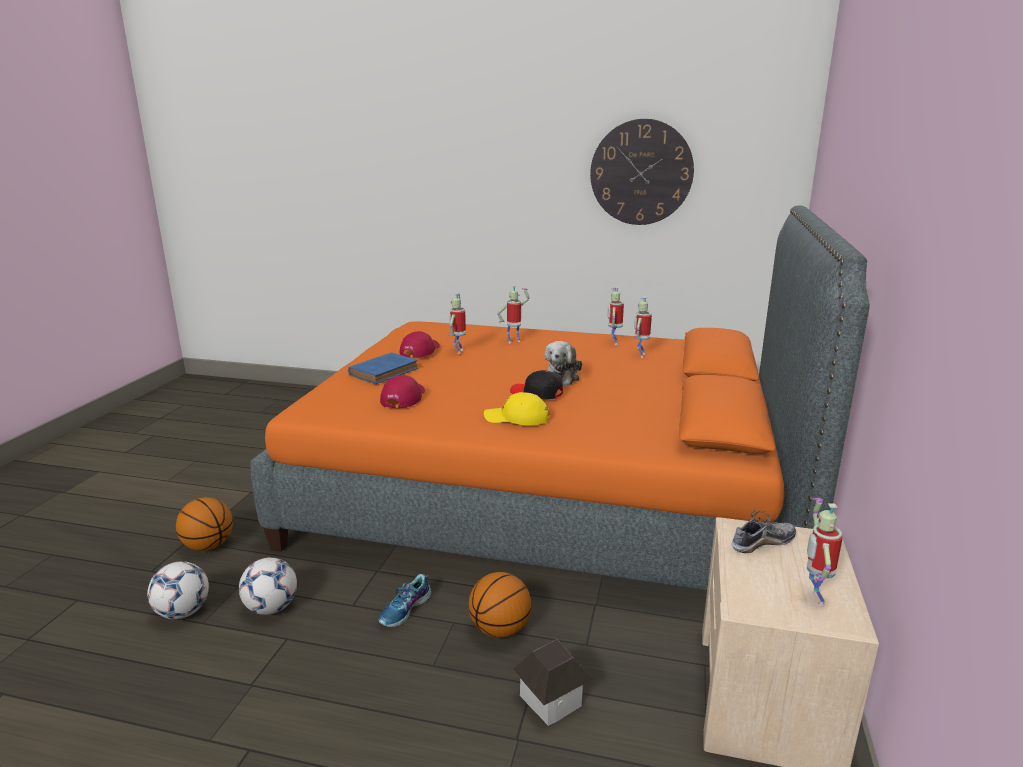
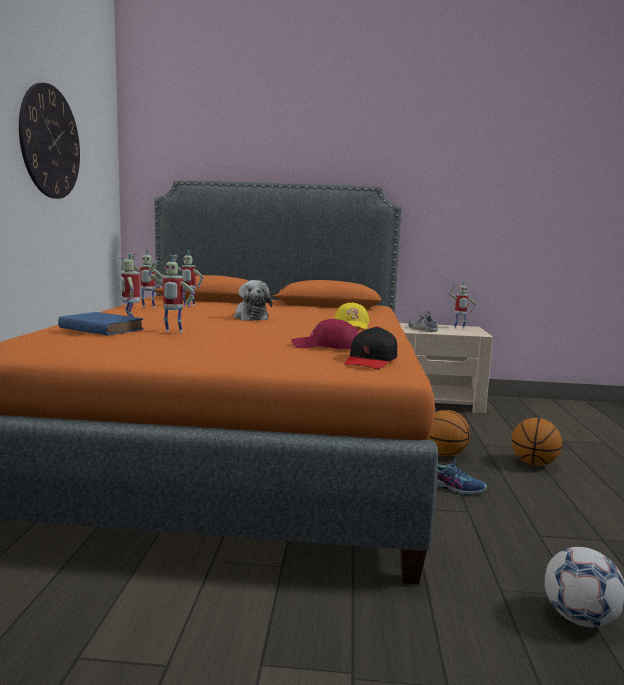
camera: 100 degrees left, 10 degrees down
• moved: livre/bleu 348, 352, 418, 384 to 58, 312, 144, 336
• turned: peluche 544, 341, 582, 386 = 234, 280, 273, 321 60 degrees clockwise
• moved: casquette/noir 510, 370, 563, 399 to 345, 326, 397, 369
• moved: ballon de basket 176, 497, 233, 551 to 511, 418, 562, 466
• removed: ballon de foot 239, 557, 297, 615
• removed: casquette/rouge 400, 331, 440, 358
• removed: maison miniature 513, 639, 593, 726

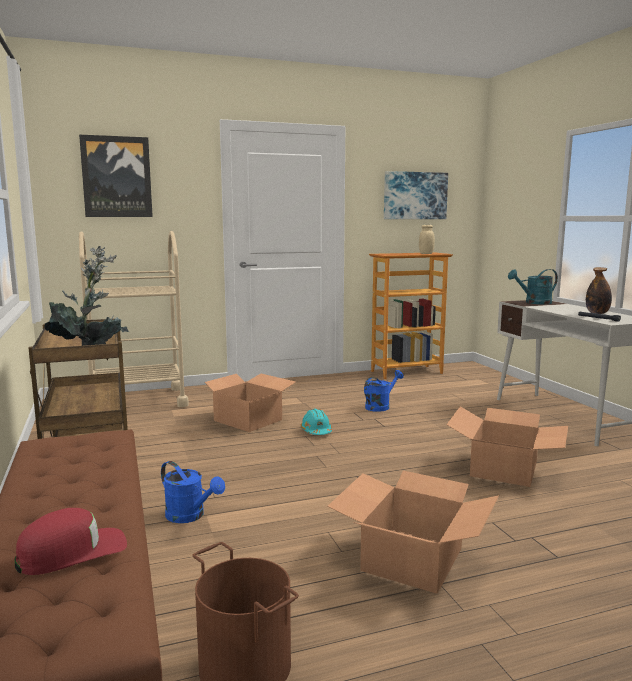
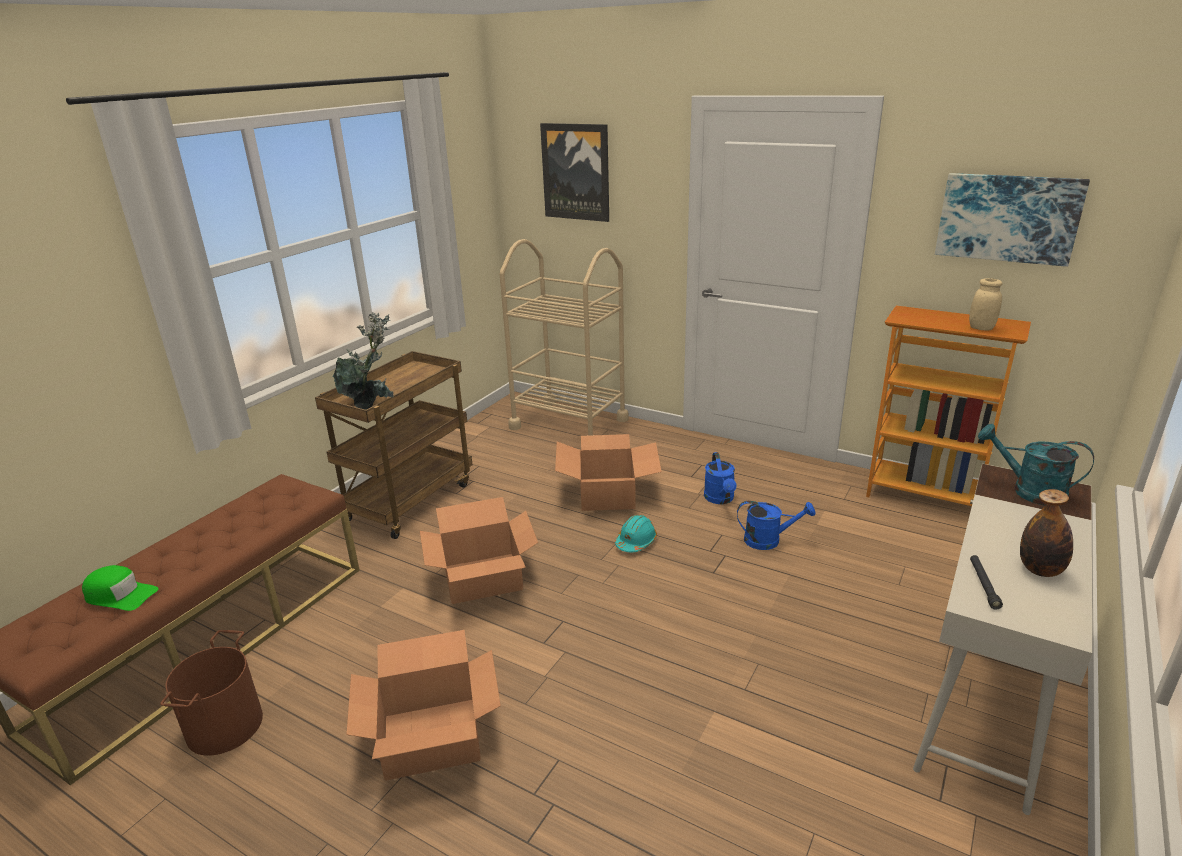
camera: 50 degrees right, 15 degrees up
• recoloured: casquette/rouge 15, 508, 127, 575 to casquette/vert 82, 565, 159, 611
• moved: carton 447, 406, 568, 487 to 420, 497, 538, 604
• moved: arrosoir/bleu 161, 461, 225, 523 to 704, 452, 737, 504

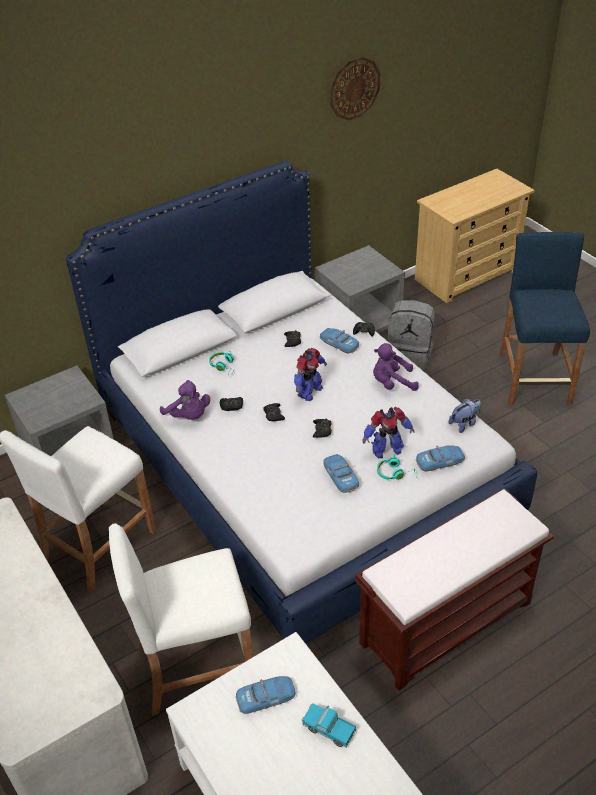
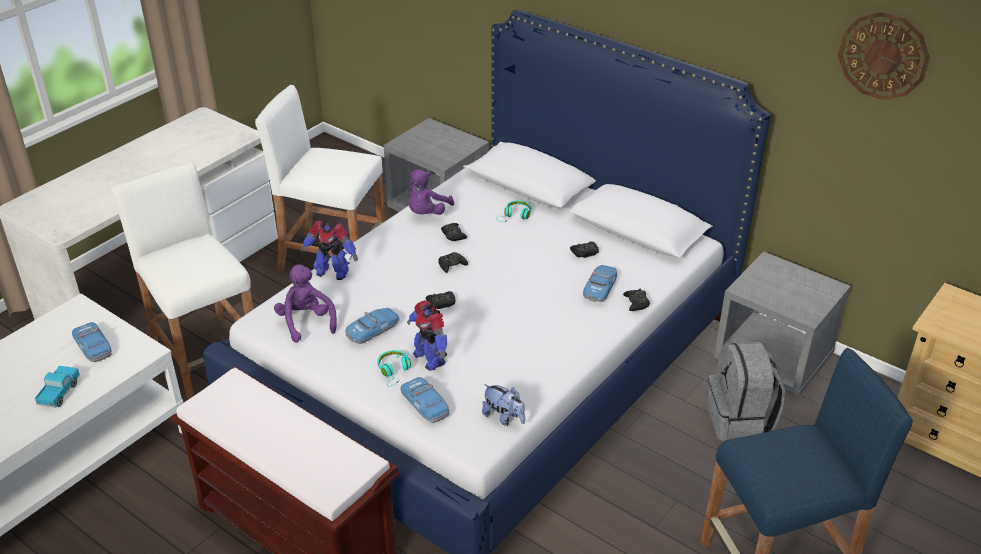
camera: 70 degrees right, 5 degrees down
• moved: peluche/violet 373, 343, 419, 391 to 274, 265, 337, 343
• moved: robot jouet 294, 348, 327, 401 to 301, 220, 358, 280

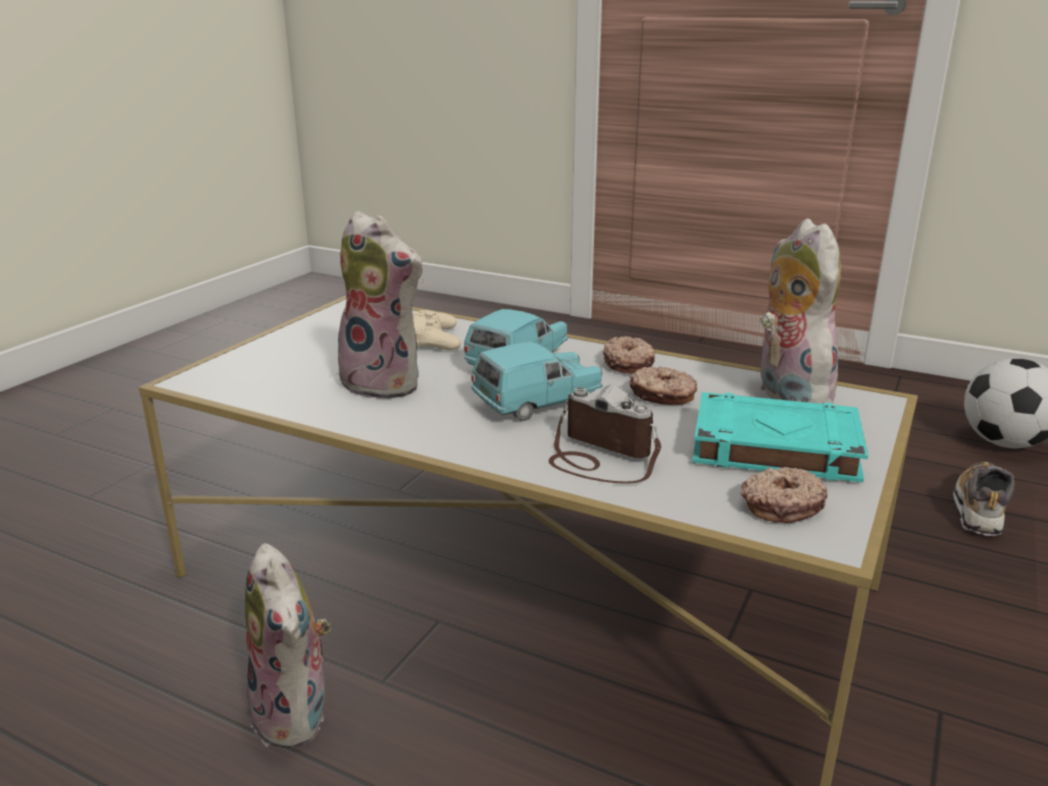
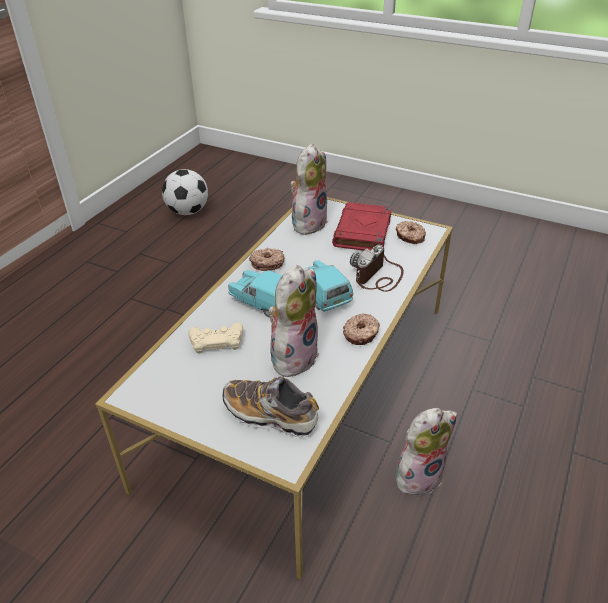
camera: 90 degrees left, 15 degrees up
• moved: chaussure 953, 462, 1015, 536 to 223, 376, 319, 437
• turned: peluche 758, 219, 841, 404 = 290, 144, 328, 235 135 degrees clockwise
• recoloured: livre/turquoise 692, 392, 868, 482 to livre/rouge 332, 202, 392, 251
• moved: beignet 629, 366, 697, 405 to 343, 314, 380, 345

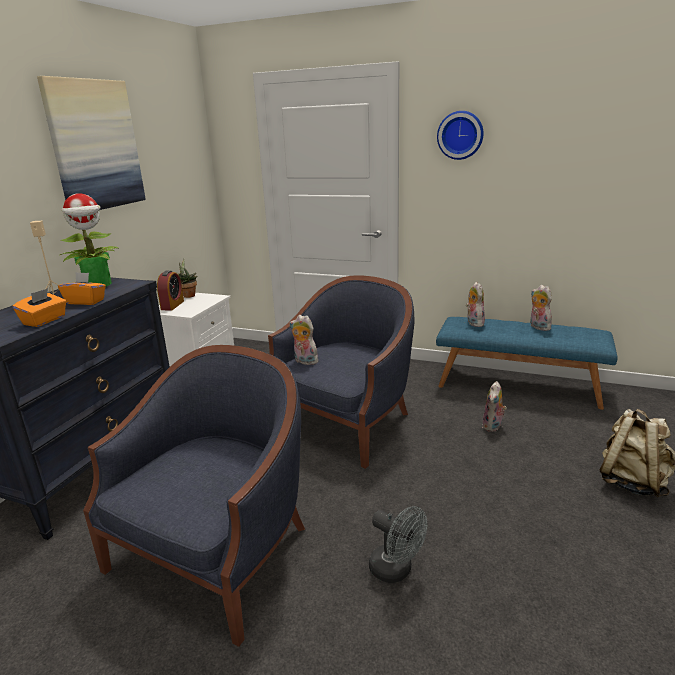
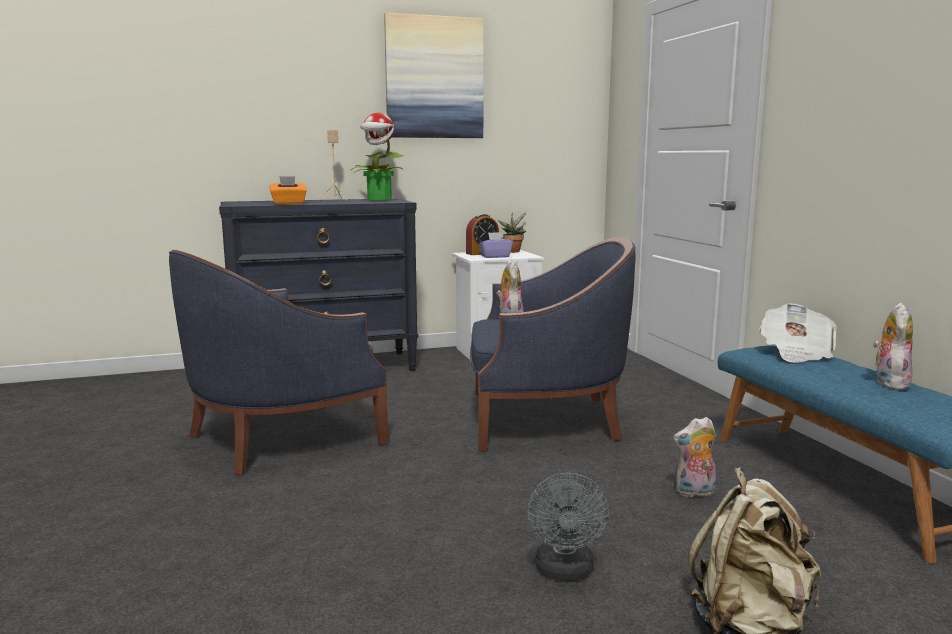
camera: 50 degrees right, 10 degrees down
• turned: fauteuil/bleu 83, 345, 305, 647 = 169, 250, 388, 475 150 degrees clockwise
• added: boîte à mouchoirs/violet 479, 232, 513, 258
• moved: ventilateur/gris 369, 506, 427, 583 to 528, 473, 609, 581
• replaced: peluche 466, 282, 485, 327 to journal 759, 303, 837, 363
• removed: boîte à mouchoirs/orange 58, 272, 106, 305
• removed: horloge murale 437, 111, 484, 160

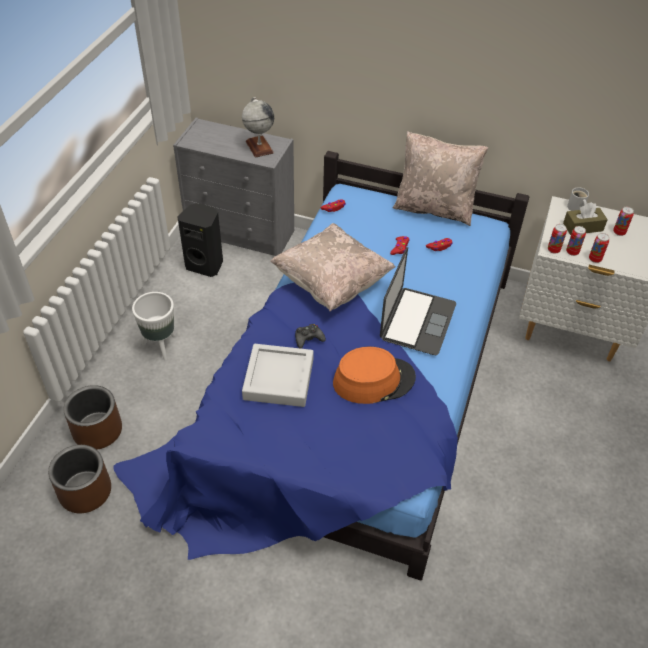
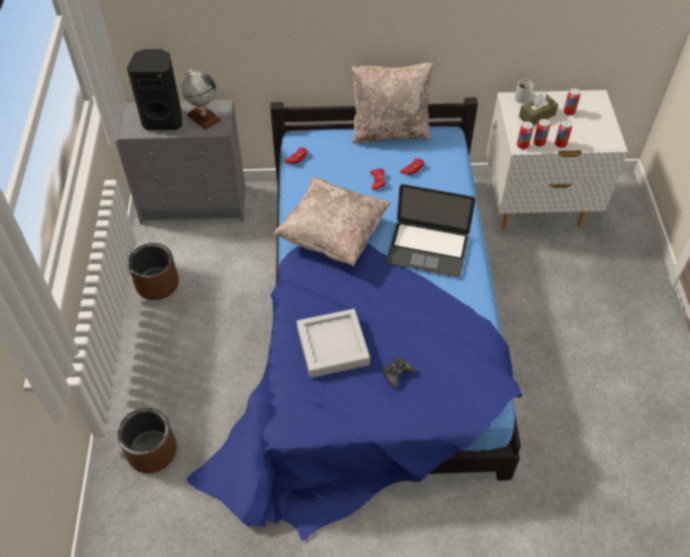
camera: 20 degrees left, 5 degrees up
• moved: enceinte/noir 177, 203, 223, 277 to 127, 49, 182, 130
• moved: cache-pot/marron 48, 445, 111, 513 to 128, 243, 179, 300
• moved: manette/noir 295, 324, 326, 348 to 383, 358, 415, 389
• turned: ordinateur portable 380, 247, 456, 355 = 386, 184, 475, 277 105 degrees clockwise
• removed: cache-pot/blanc 132, 292, 175, 360
• removed: chapeau/orange 333, 347, 416, 404

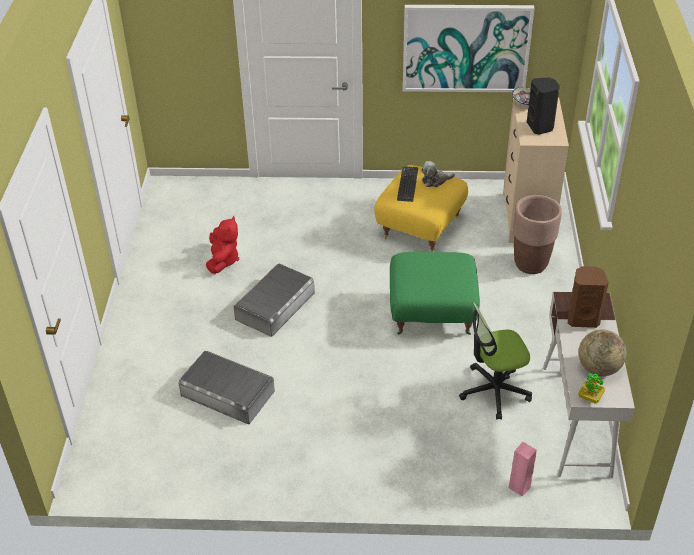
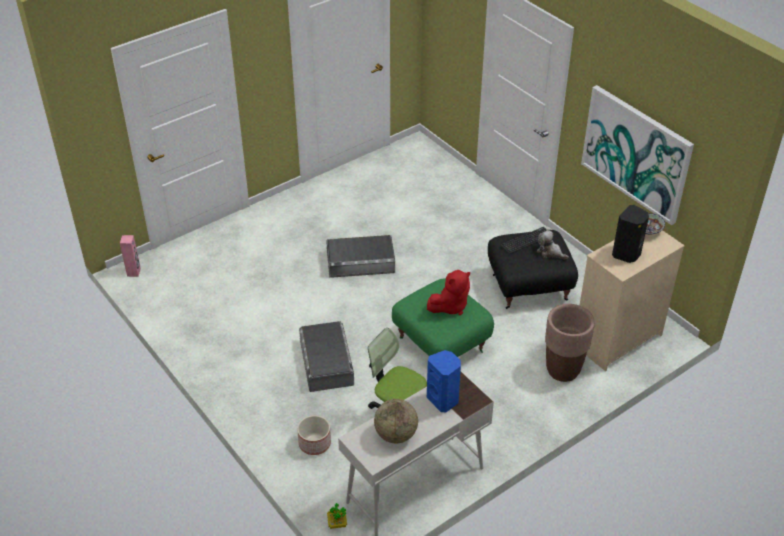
camera: 50 degrees right, 0 degrees up
• moved: enceinte/rose 509, 442, 537, 497 to 120, 235, 141, 277
• added: cache-pot 297, 415, 331, 455
• moved: boîte de rangement/gris 178, 351, 275, 424 to 299, 321, 354, 392
• moved: plante en pot 578, 373, 605, 404 to 327, 503, 347, 529
• moved: peluche/rouge 206, 216, 239, 274 to 427, 270, 470, 315
• recoloured: enceinte/marron 568, 266, 609, 328 to enceinte/bleu 427, 350, 461, 412
• recoloured: pouf/jaune 374, 165, 469, 252 to pouf/noir 488, 230, 578, 309

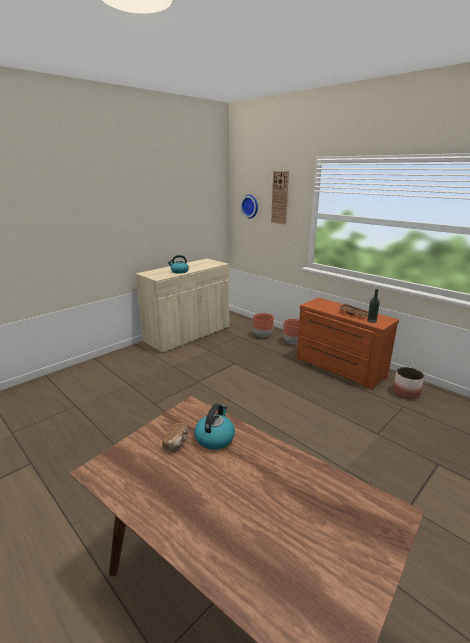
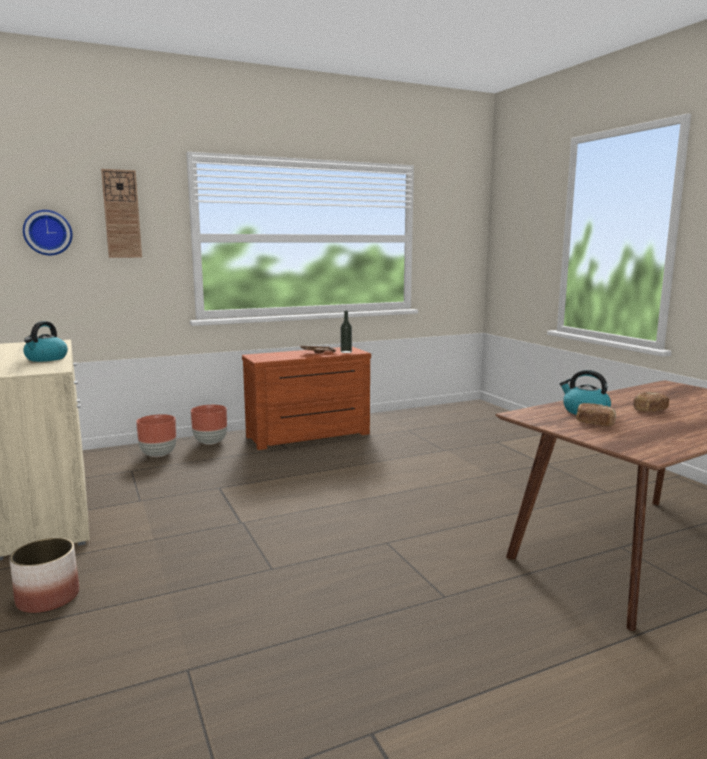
camera: 70 degrees left, 10 degrees down
• moved: cache-pot 393, 367, 424, 400 to 9, 538, 79, 614
• added: pain 633, 392, 669, 412

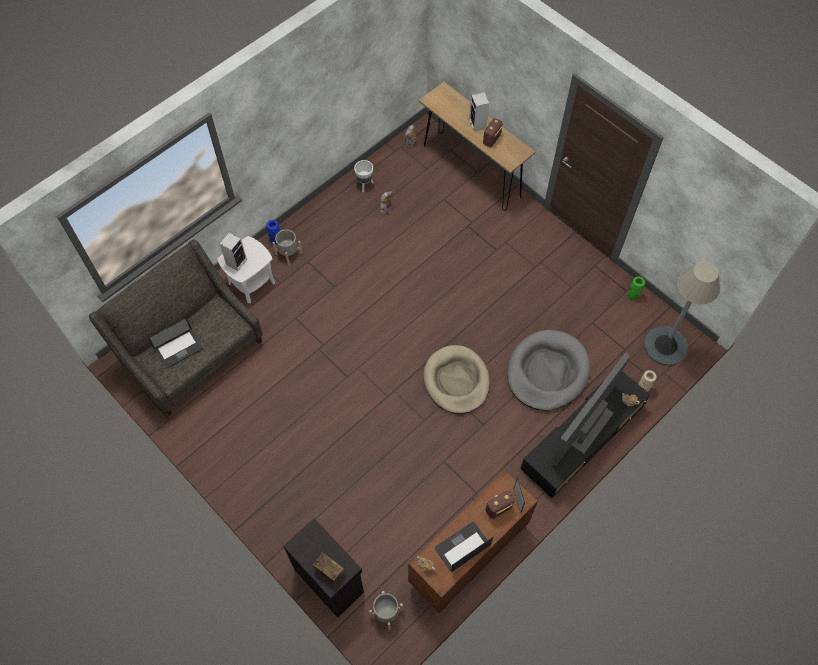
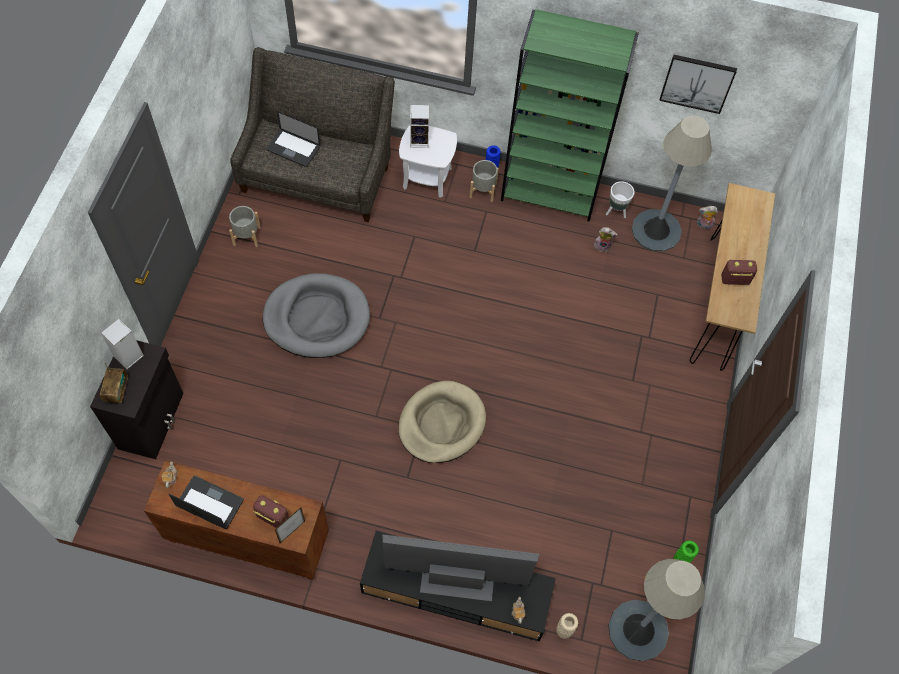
camera: 55 degrees right, 0 degrees up
• moved: enceinte 469, 92, 490, 131 to 101, 319, 144, 369
• moved: cache-pot/gris 369, 591, 403, 630 to 229, 206, 261, 247
• moved: panier pour chien/gris 507, 330, 590, 411 to 263, 273, 370, 358
• added: bibliothèque/vert 501, 9, 639, 222
• added: lampadaire/gris 632, 115, 712, 252
• added: tableau 659, 54, 737, 114

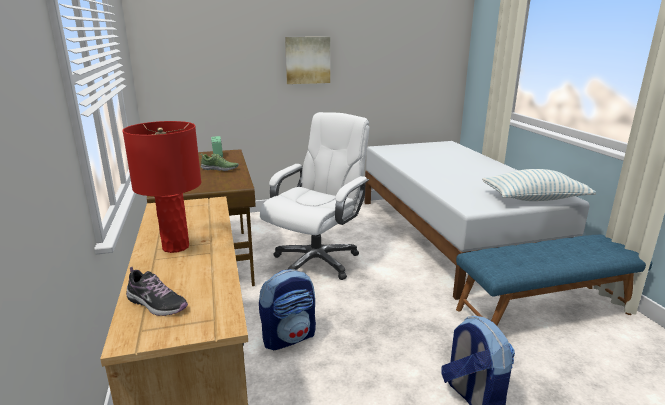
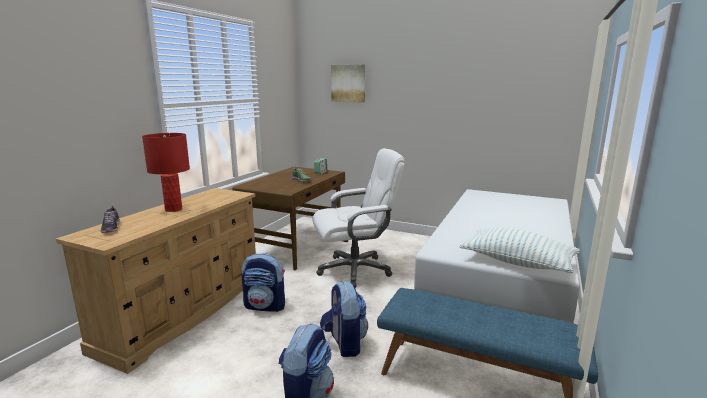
camera: 40 degrees right, 5 degrees down
• added: sac à dos 320, 281, 368, 357
• moved: tableau 285, 37, 330, 84 to 331, 64, 365, 103

